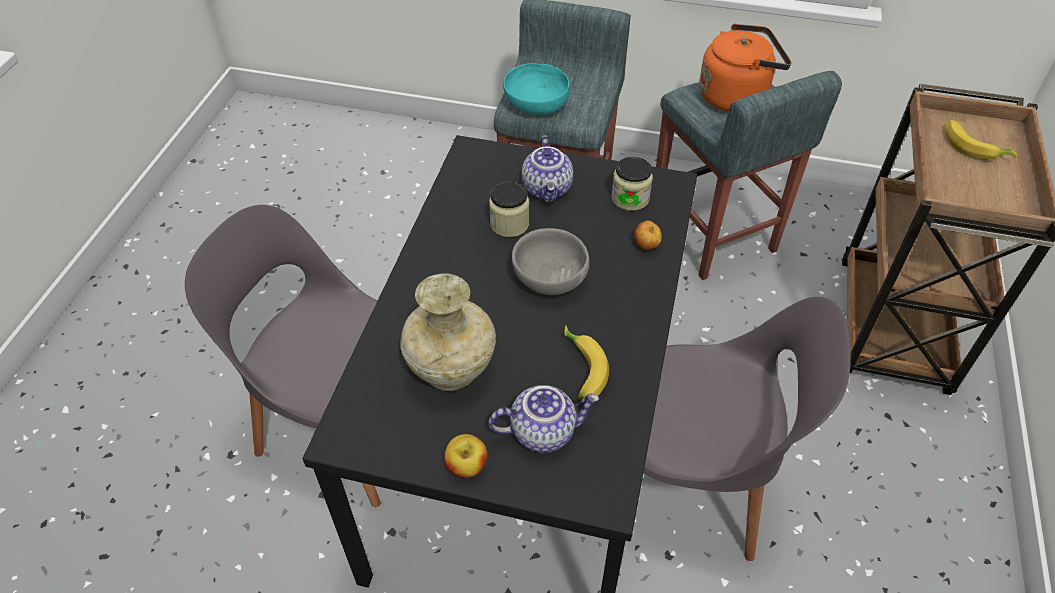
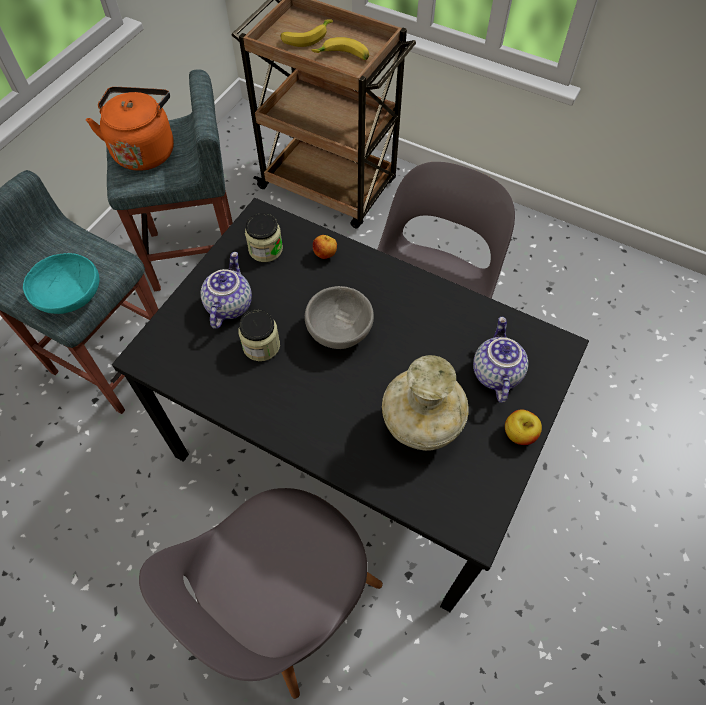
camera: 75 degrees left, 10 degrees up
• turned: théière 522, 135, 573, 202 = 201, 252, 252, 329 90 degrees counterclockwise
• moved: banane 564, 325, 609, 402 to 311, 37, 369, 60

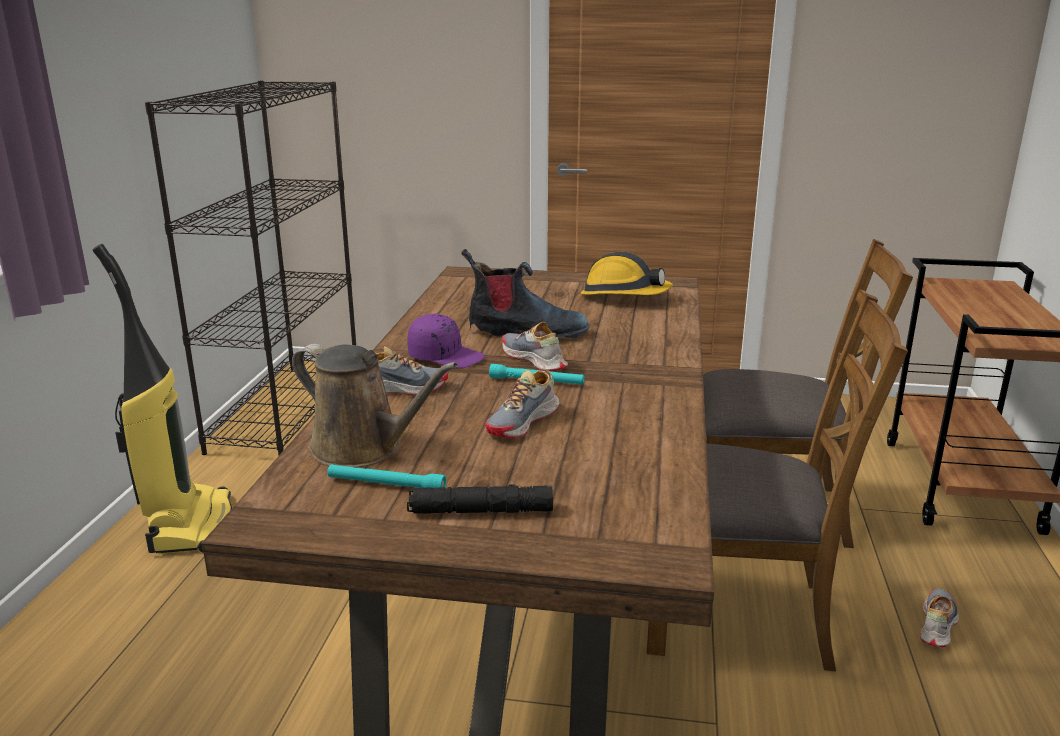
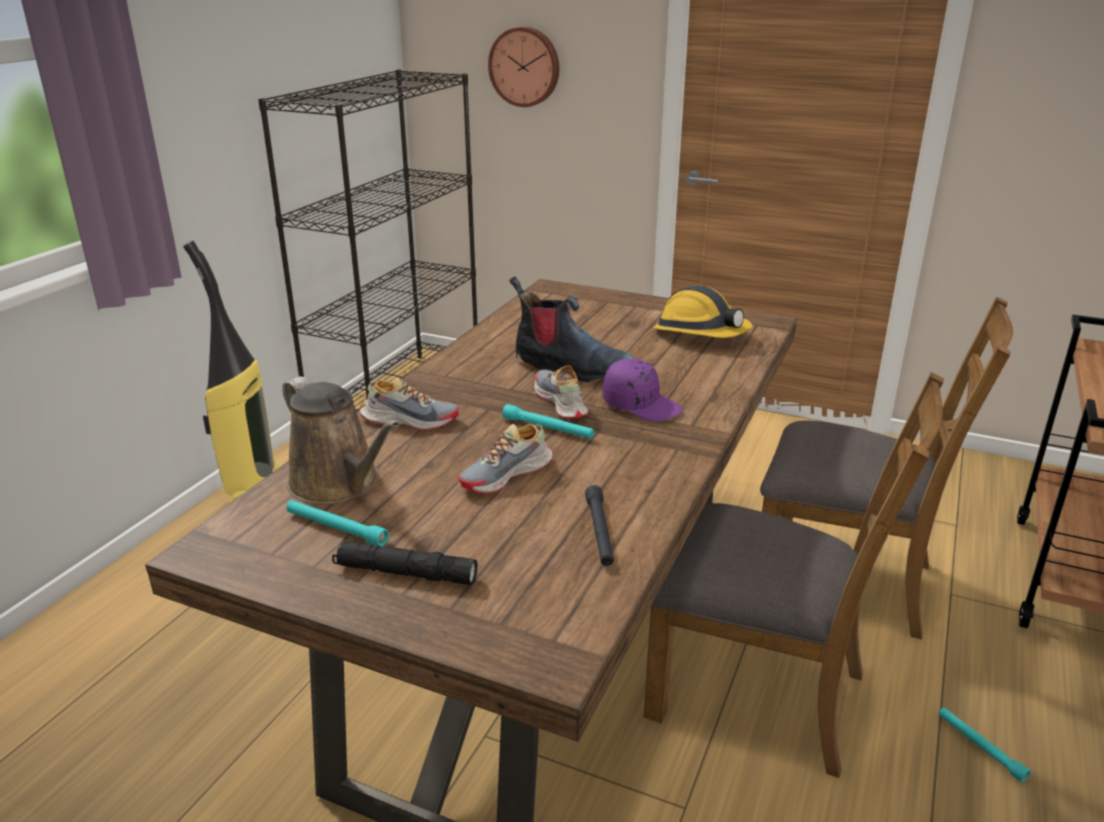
camera: 15 degrees right, 5 degrees up
• added: horloge murale 488, 27, 559, 107
• added: lampe de poche/noir 585, 485, 614, 566
• moved: casquette/violet 407, 314, 485, 369 to 603, 358, 683, 422
• replaced: chaussure 920, 589, 959, 648 to lampe de poche/turquoise 939, 708, 1031, 782

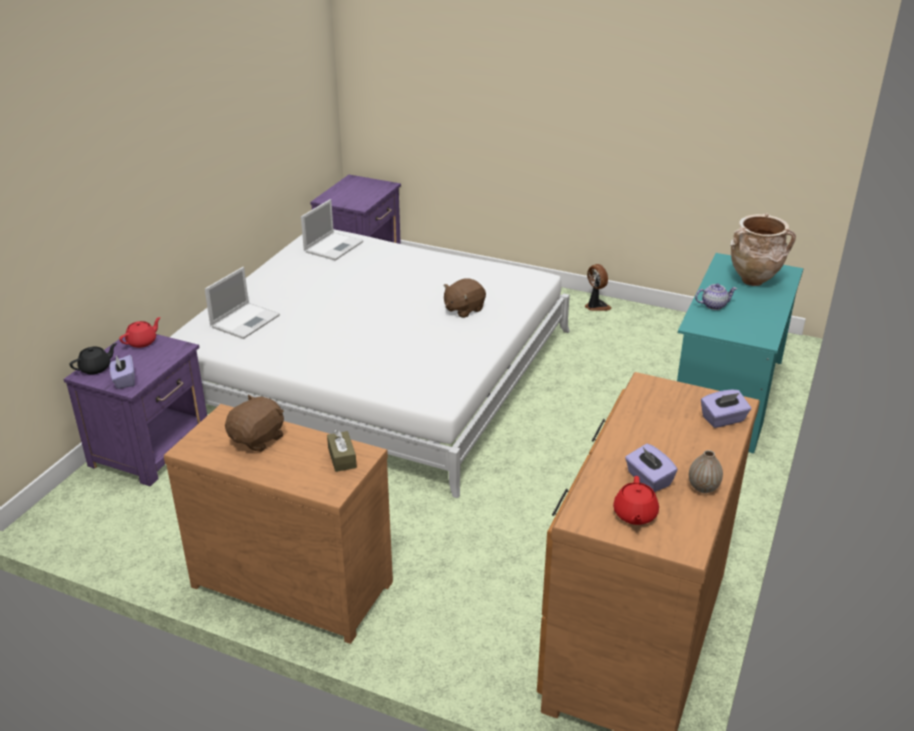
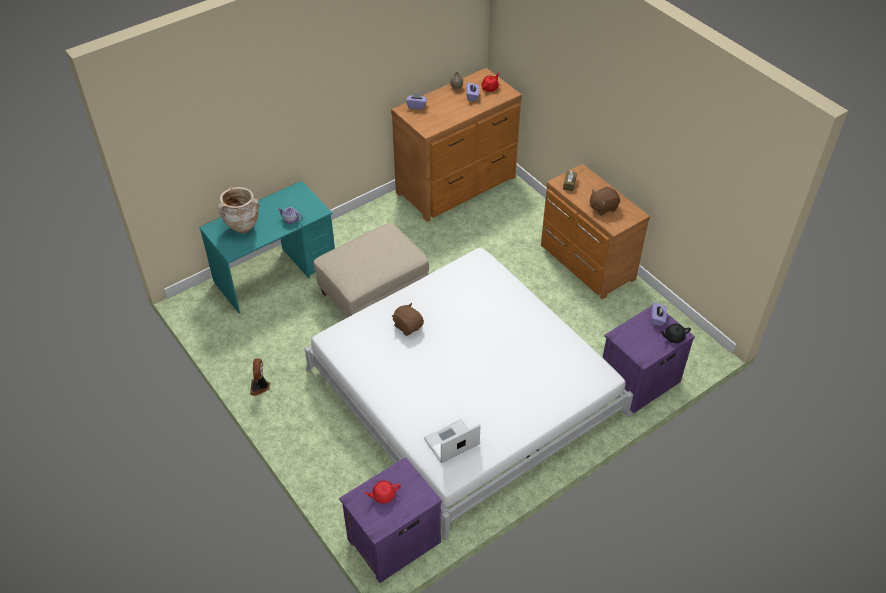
camera: 150 degrees left, 15 degrees up
• added: pouf/beige 313, 223, 429, 317
• moved: théière/rouge 119, 317, 161, 348 to 364, 480, 401, 504
• turned: peluche/marron 443, 278, 486, 318 = 392, 303, 424, 336 120 degrees counterclockwise
• removed: ordinateur portable 205, 267, 280, 339

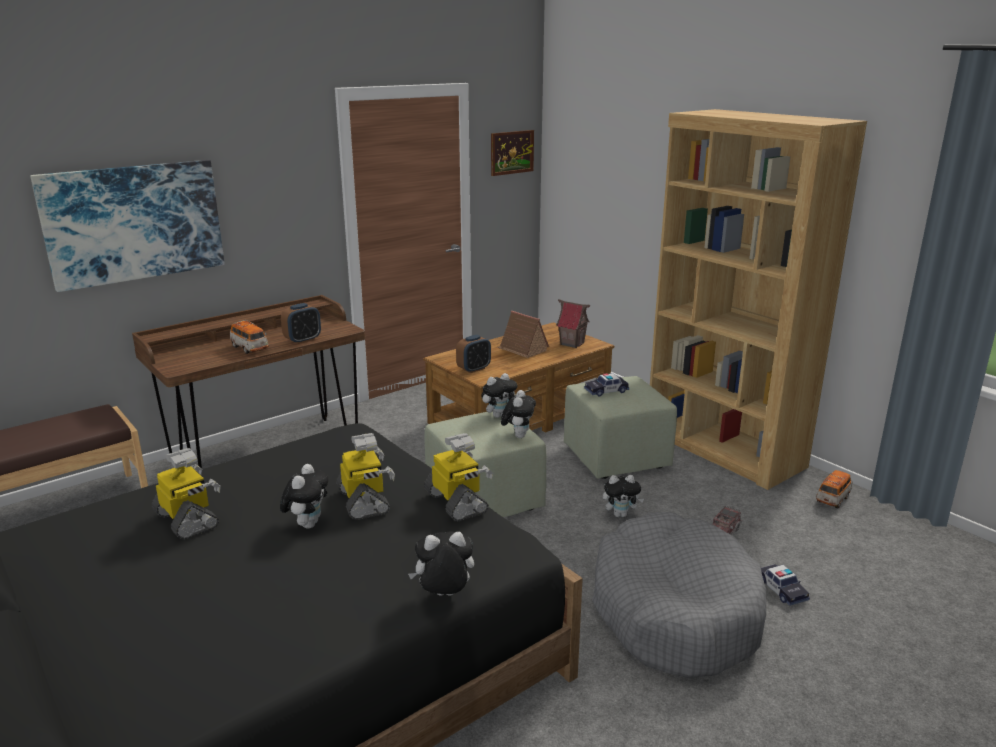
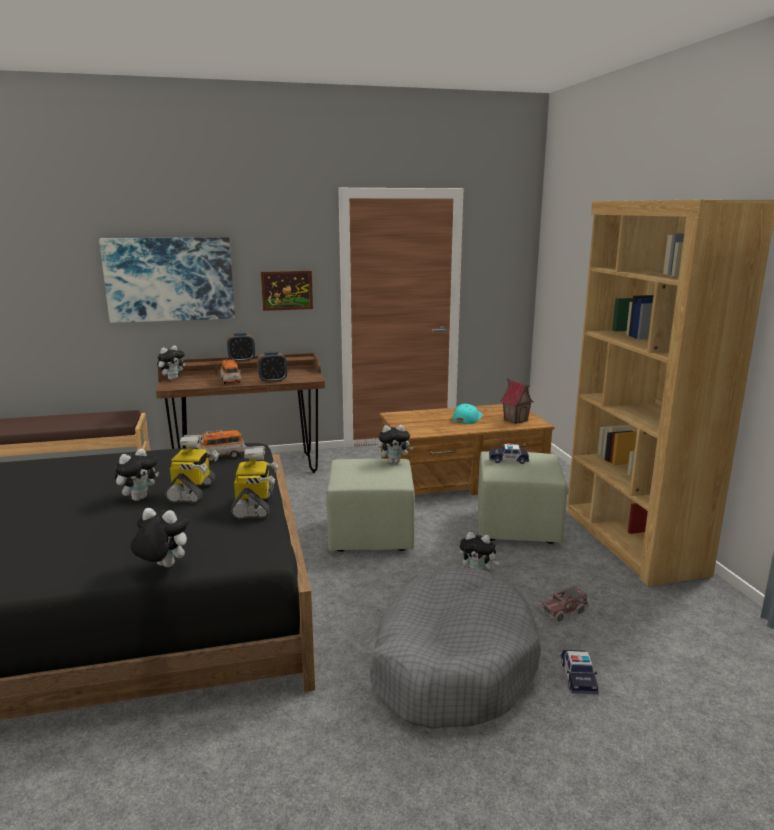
camera: 25 degrees right, 5 degrees down
• moved: peluche 501, 390, 536, 438 to 157, 346, 185, 380
• moved: petite voiture 816, 470, 853, 509 to 198, 430, 246, 462
• moved: réveil 456, 335, 491, 373 to 227, 333, 255, 362
• moved: tableau 491, 130, 534, 176 to 261, 271, 313, 311
• replaced: maison miniature 497, 311, 549, 358 to casquette/turquoise 453, 404, 482, 424
• removed: robot jouet 152, 448, 221, 539

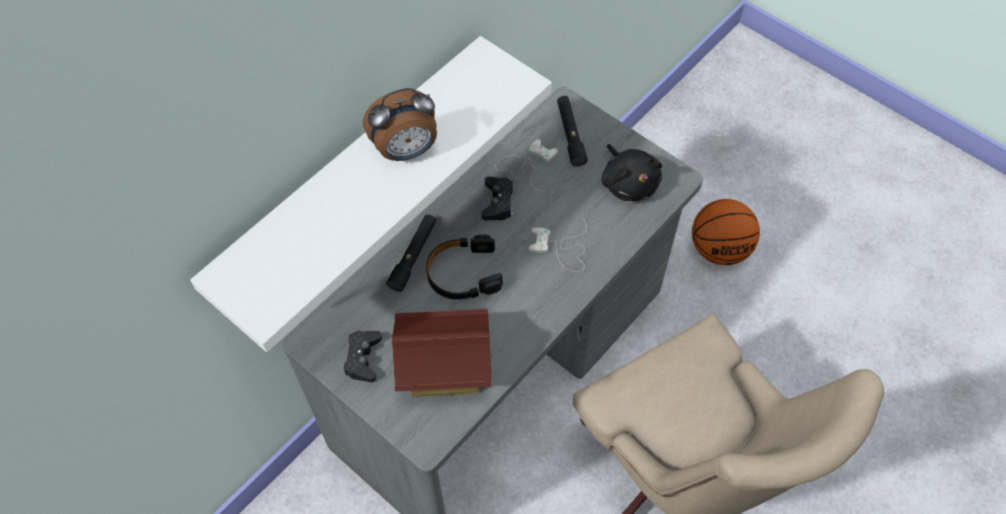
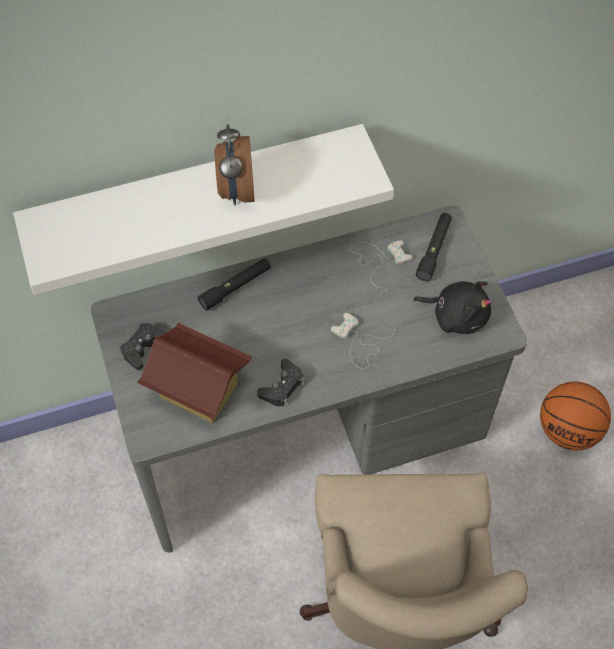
camera: 30 degrees right, 0 degrees up
• turned: réveil 363, 88, 437, 161 = 214, 124, 254, 205 75 degrees clockwise
• moved: manette/noir 481, 176, 515, 220 to 257, 359, 305, 407
• turned: peluche/noir 602, 144, 662, 201 = 413, 281, 492, 334 75 degrees counterclockwise
• removed: casque audio/noir 426, 234, 503, 299

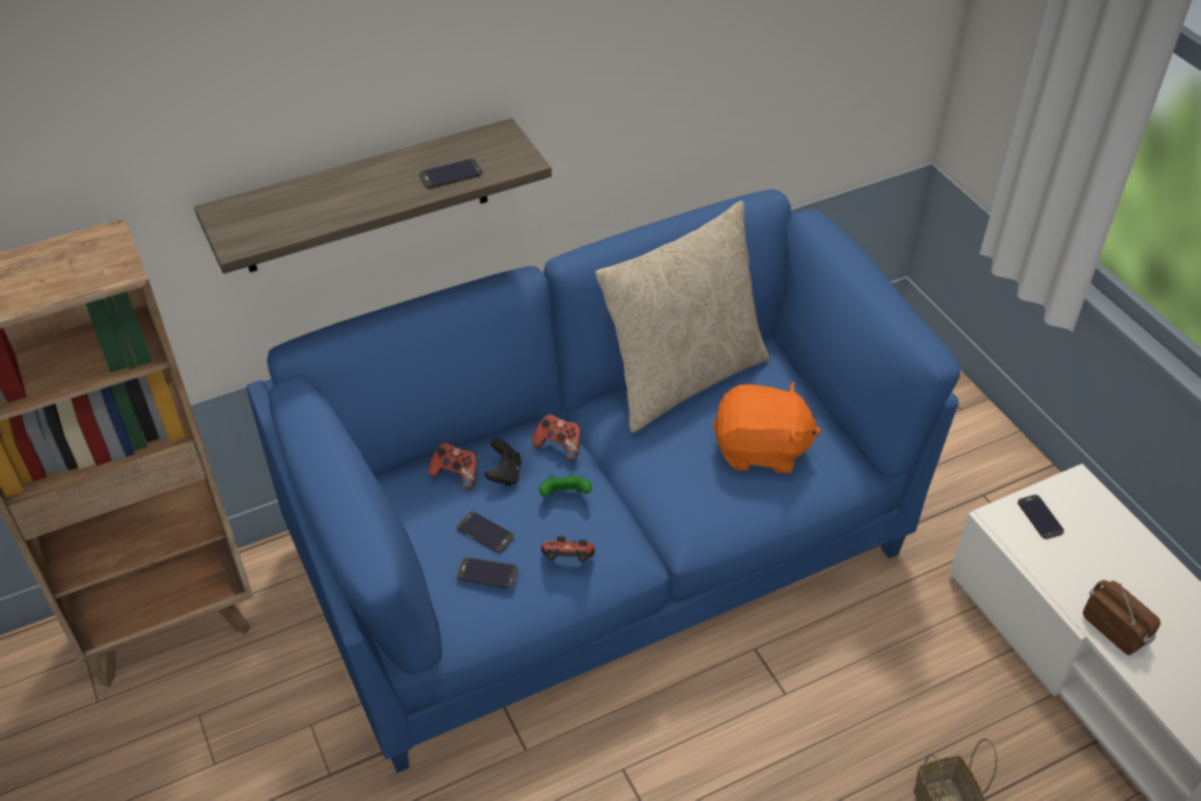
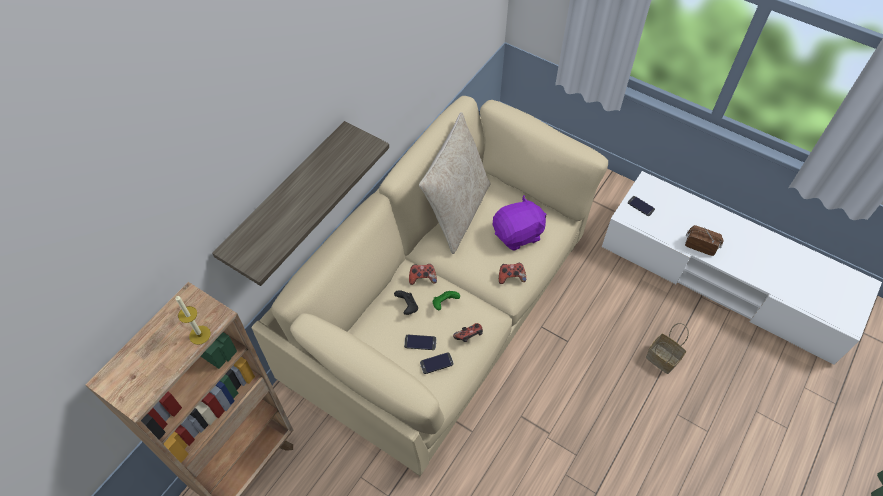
camera: 30 degrees left, 10 degrees up
• added: bougie 175, 296, 211, 345
• recoloured: canapé/bleu 246, 189, 961, 773 to canapé/beige 252, 96, 608, 476
• recoloured: peluche/orange 712, 382, 821, 473 to peluche/violet 493, 195, 546, 251
• moved: manette 428, 442, 477, 490 to 499, 263, 526, 284
• removed: téléphone 419, 159, 483, 189

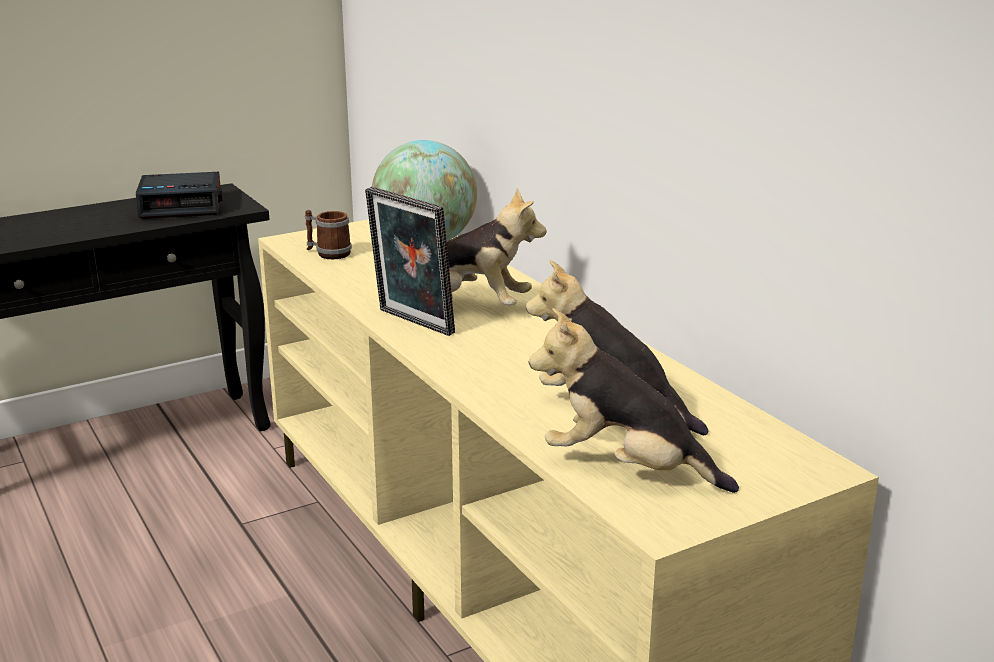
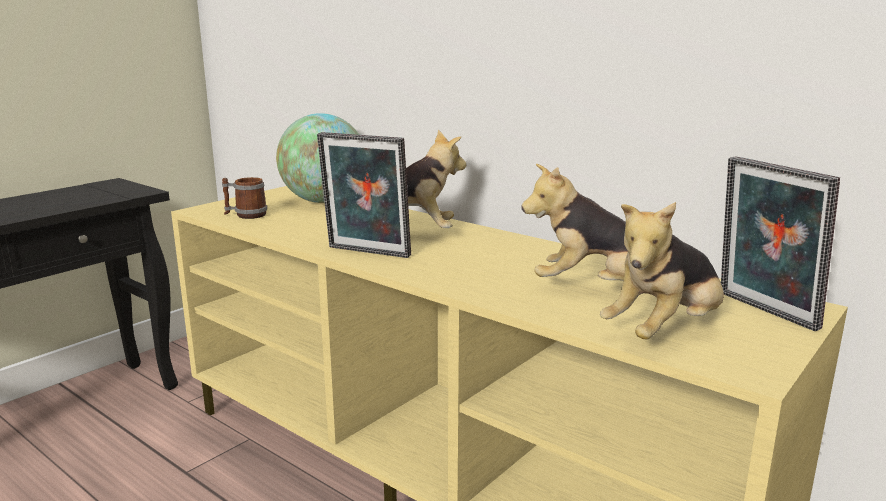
camera: 20 degrees left, 5 degrees down
• turned: peluche 529, 308, 739, 493 = 600, 202, 724, 339 45 degrees counterclockwise
• added: cadre photo 721, 156, 840, 331
• removed: réveil 136, 172, 223, 219

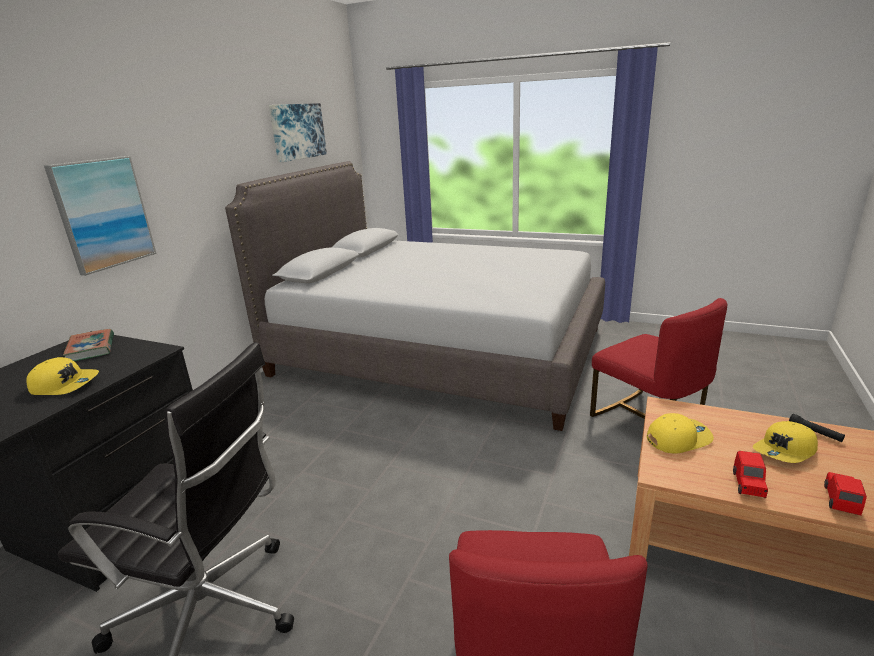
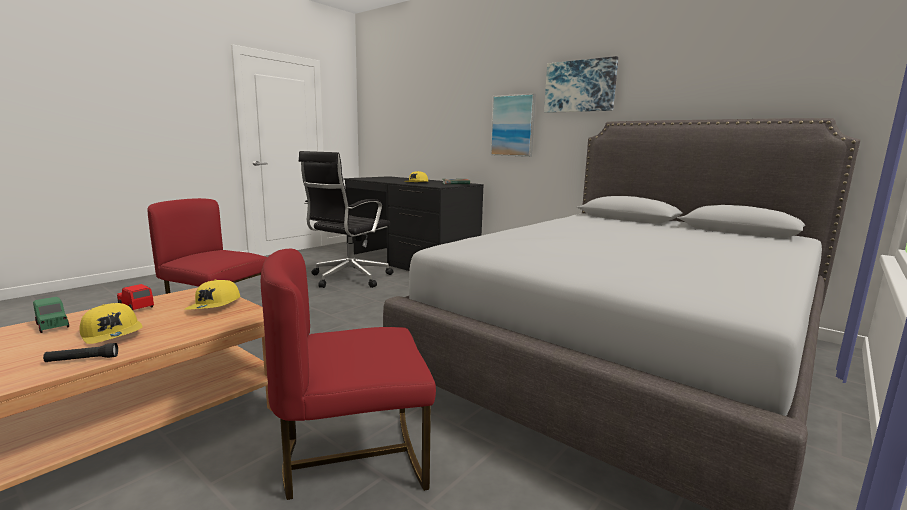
camera: 105 degrees right, 10 degrees down
• recoloured: petite voiture/rouge 824, 472, 867, 515 to petite voiture/vert 33, 297, 69, 333
• turned: casquette/jaune 753, 421, 818, 463 = 79, 303, 143, 344 150 degrees clockwise
• moved: tableau 269, 103, 327, 162 to 544, 56, 618, 113

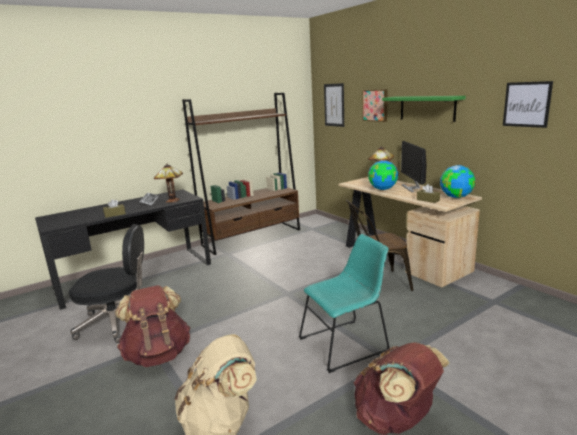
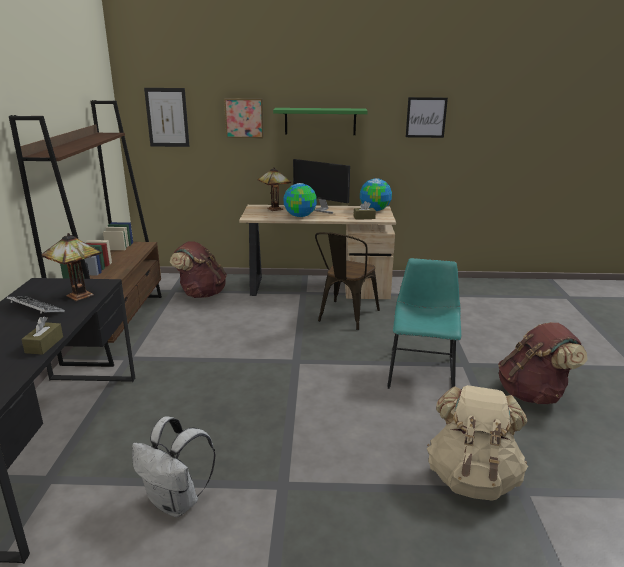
camera: 55 degrees left, 5 degrees up
• replaced: chaise de bureau/noir 69, 224, 144, 343 to sac à dos/blanc 132, 417, 216, 517
• moved: sac à dos/marron 115, 285, 190, 367 to 170, 241, 227, 298

